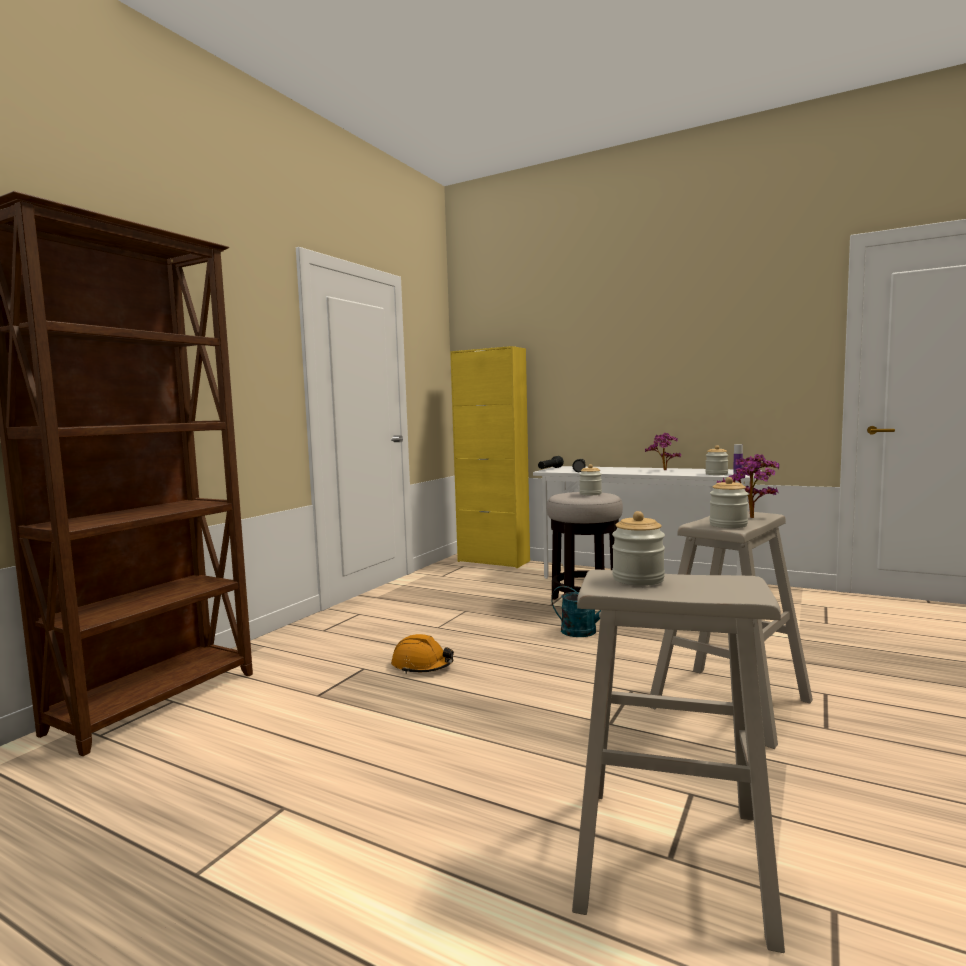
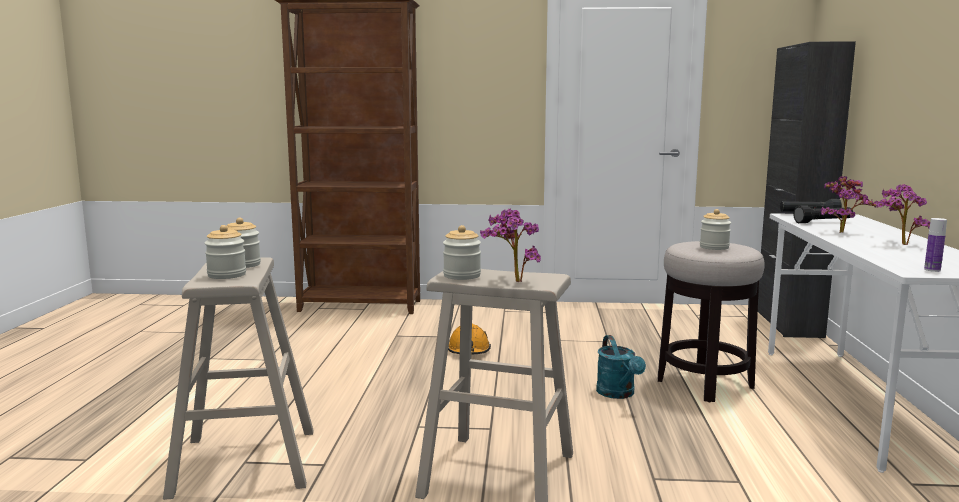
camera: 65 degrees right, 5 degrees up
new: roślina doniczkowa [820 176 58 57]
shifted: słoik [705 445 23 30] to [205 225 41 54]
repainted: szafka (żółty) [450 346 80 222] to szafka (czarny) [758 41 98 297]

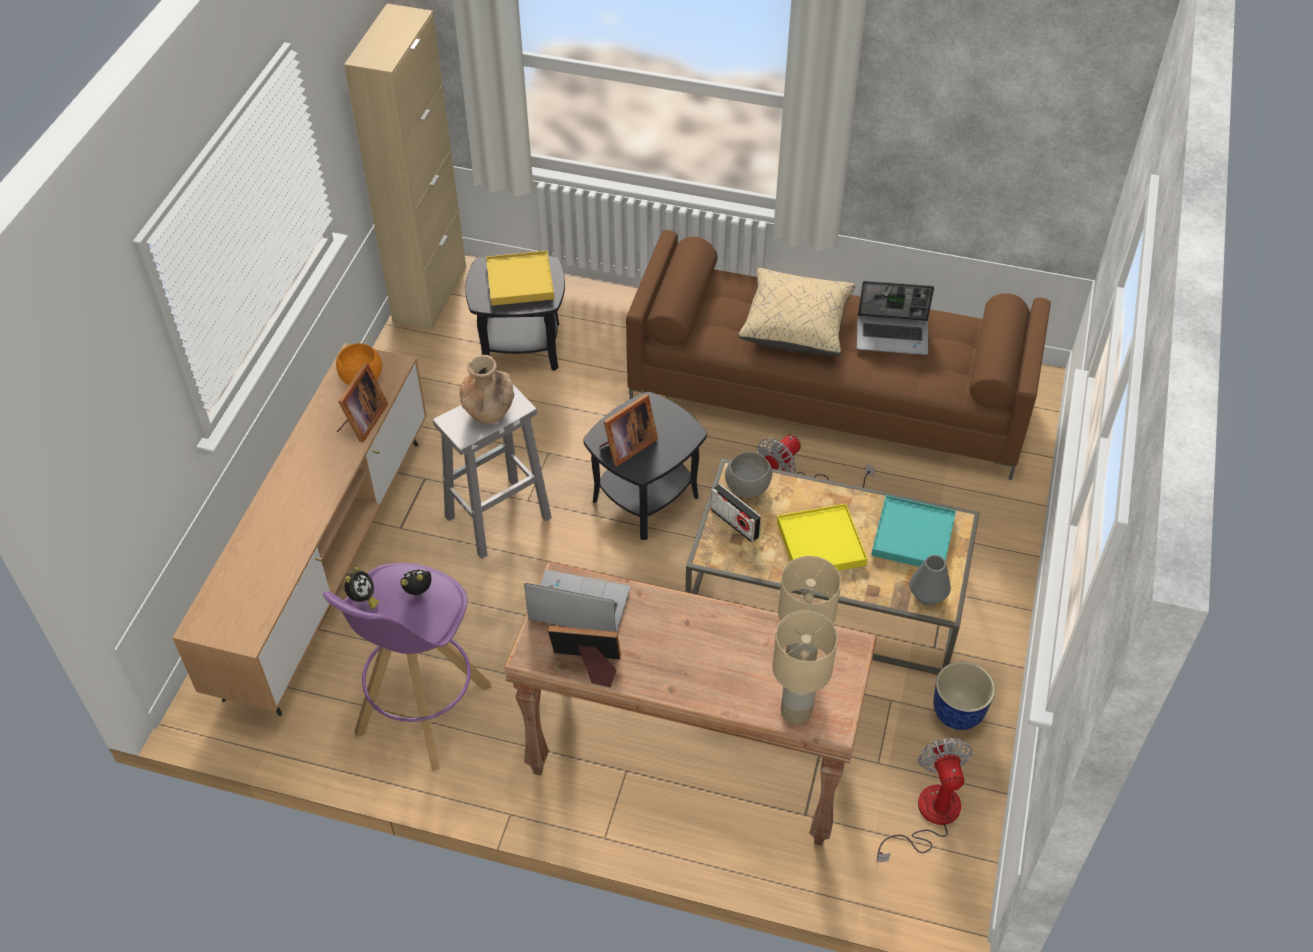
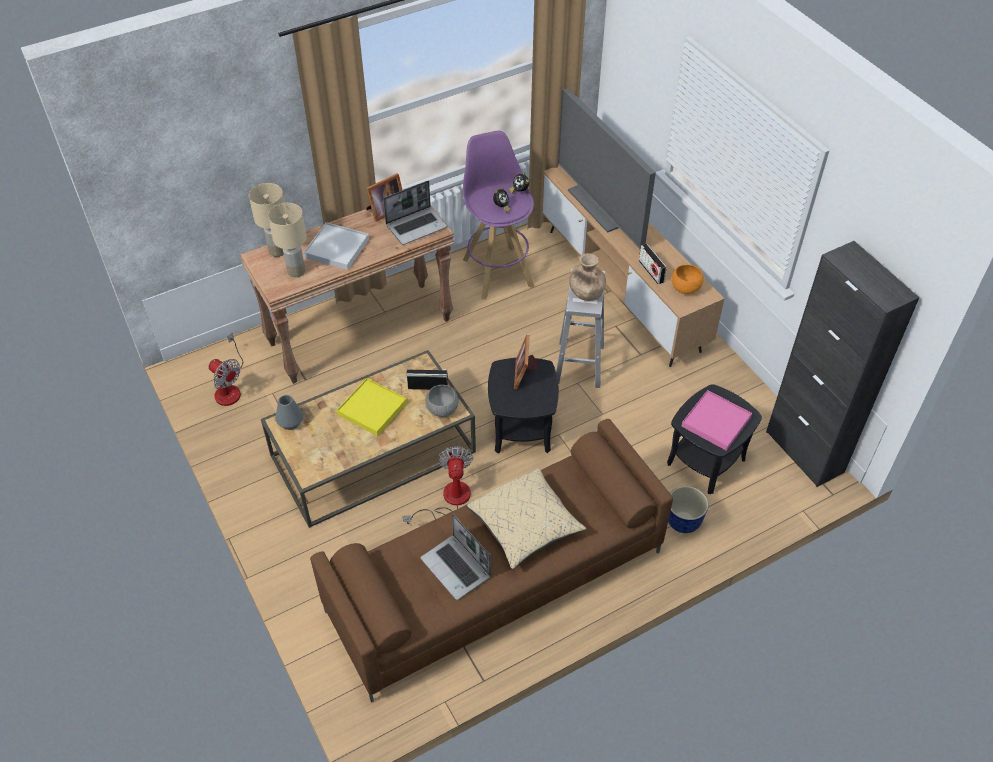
camera: 135 degrees right, 0 degrees up
gone: taca (turkusowy) [871 495 85 72]
new: taca (biały) [304 222 65 48]; telewizor [558 89 98 160]
shifted: donica [934 662 61 68] to [668 486 40 47]
swapped: ramka na zdjęcie [337 363 51 79] to radio [639 244 28 40]
repainted: szafka (beżowy) [344 3 122 327] to szafka (czarny) [766 241 153 246]; taca (żółty) [486 251 68 55] to taca (różowy) [681 390 71 61]
rotated: laptop [856 281 78 74] = [420 513 71 87] 90 degrees counterclockwise

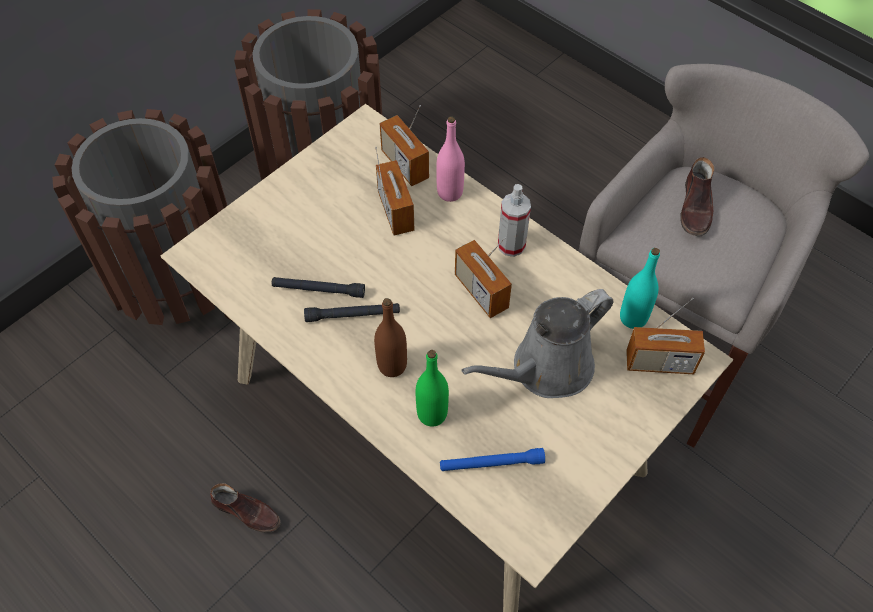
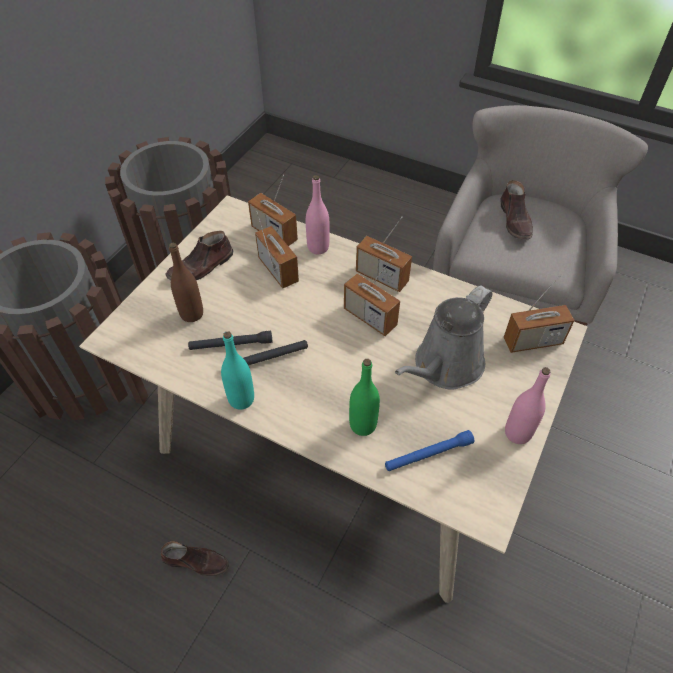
camera: 15 degrees left, 5 degrees down
new: but (brązowy) [165 231 68 49]; butelka (różowy) [505 367 45 77]
shifted: butelka (brązowy) [374 298 33 79] to [169 243 34 79]; butelka (turkusowy) [620 248 40 81] to [221 331 33 79]
swapped: spryskiwacz [498 184 33 73] to radio [356 217 56 75]

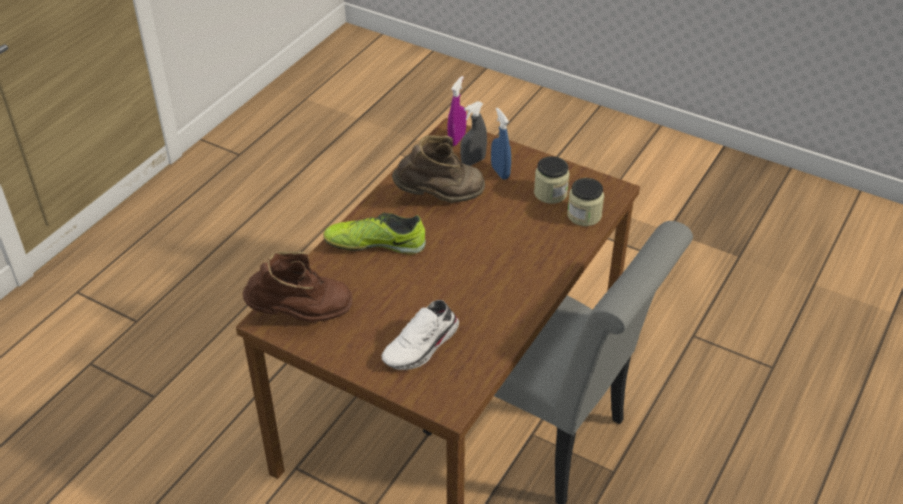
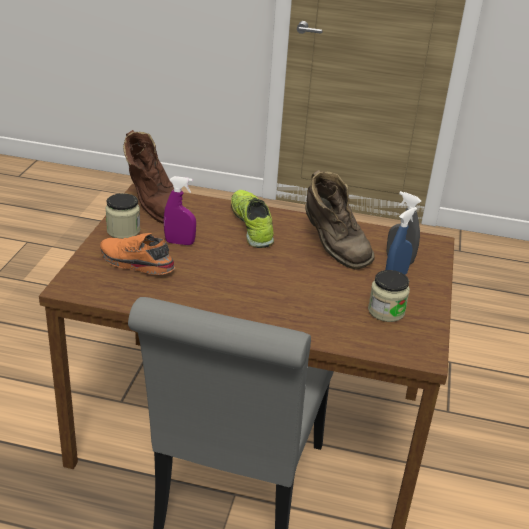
camera: 70 degrees right, 10 degrees down
shifted: spryskiwacz (fioletowy) [448 76 18 70] to [164 176 32 69]; słoik [567 178 37 48] to [105 193 35 46]
repainted: but (biały) [382 300 77 70] to but (pomarańczowy) [100 233 75 42]

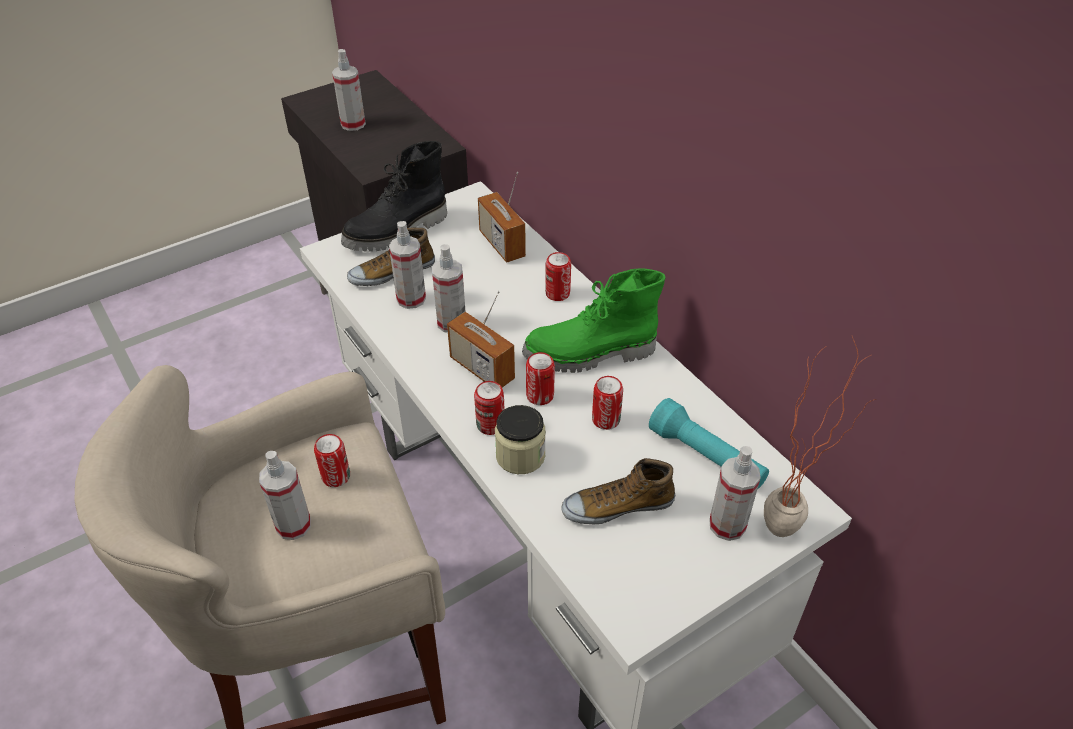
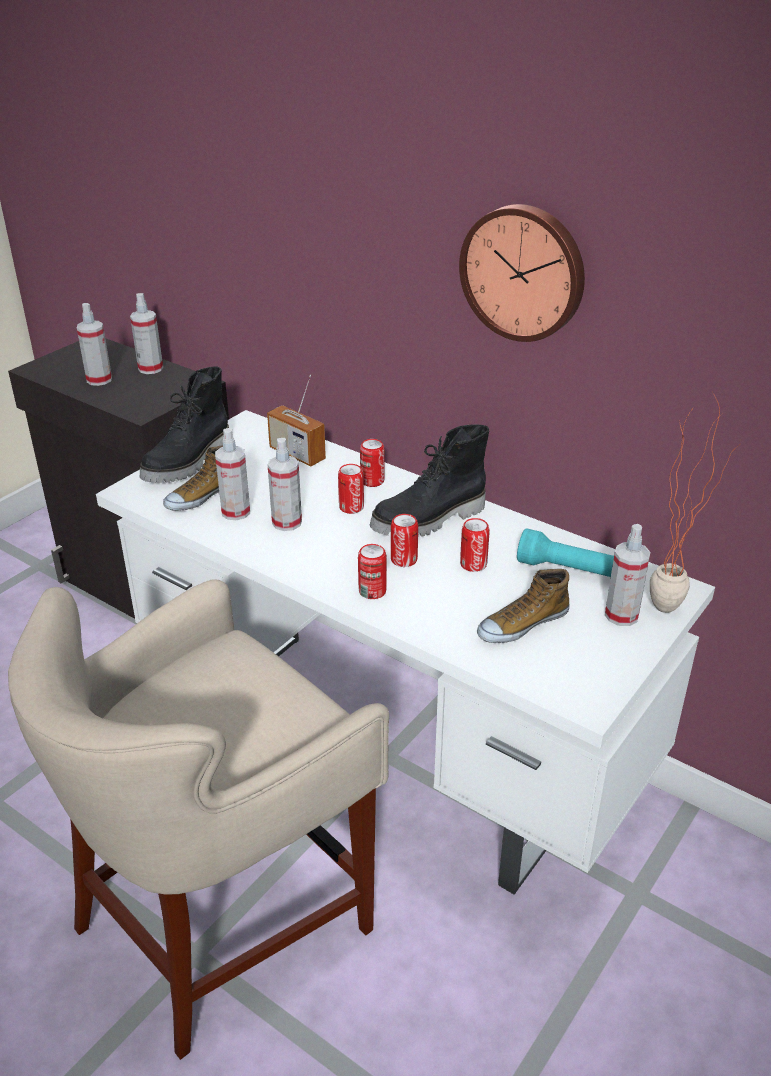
camera: 20 degrees left, 10 degrees down
gone: radio [447 291 68 96]; słoik [495 405 51 69]
new: zegar ścienny [459 204 126 138]
shifted: spryskiwacz [259 451 52 89] to [130 293 33 81]; puszka [314 434 36 53] to [338 464 26 50]
repainted: but z cholewką (zielony) [522 268 144 105] to but z cholewką (czarny) [370 425 119 112]

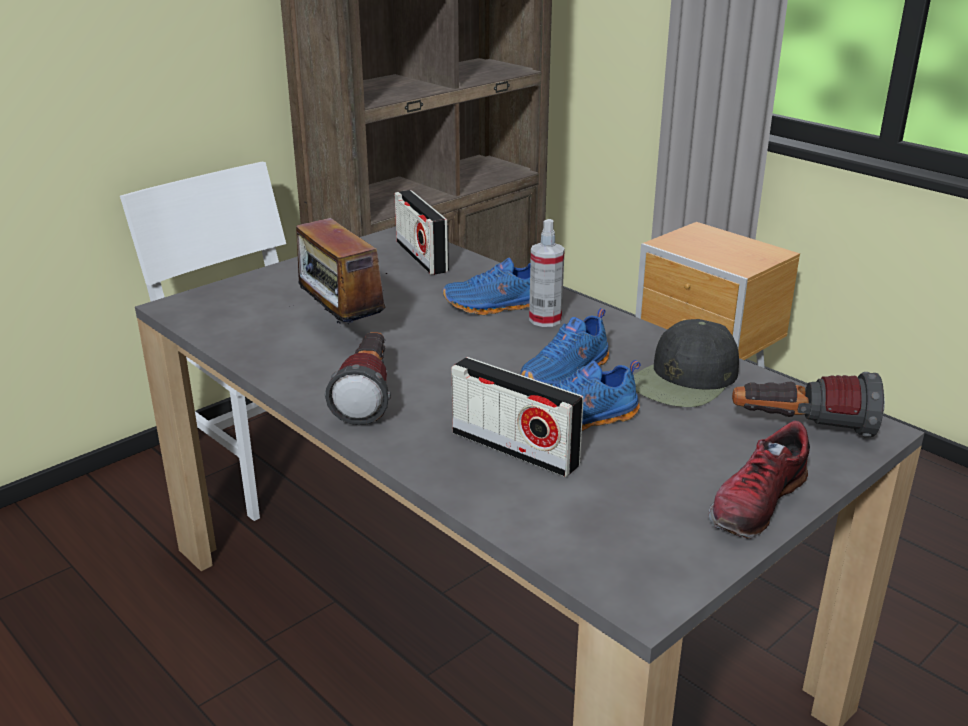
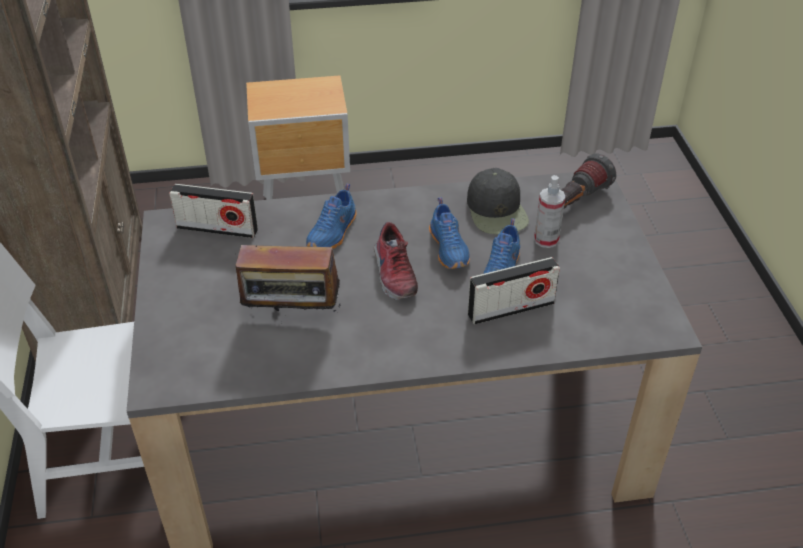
camera: 55 degrees left, 15 degrees up
gone: latarka [325 332 66 93]
shifted: spryskiwacz [529 219 36 108] to [534 175 31 73]; but [709 420 101 119] to [374 222 44 78]

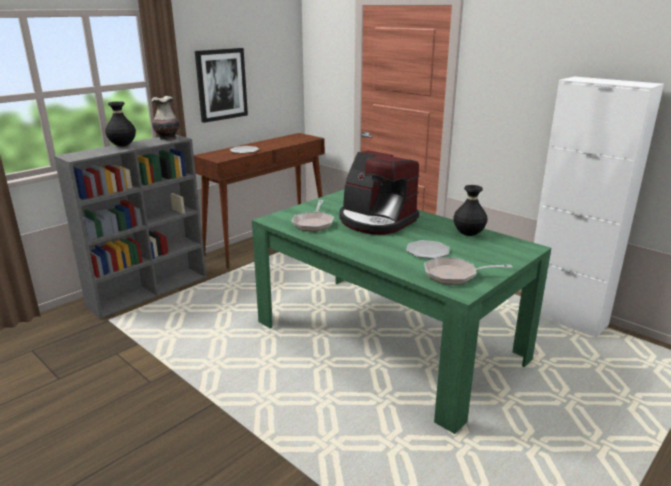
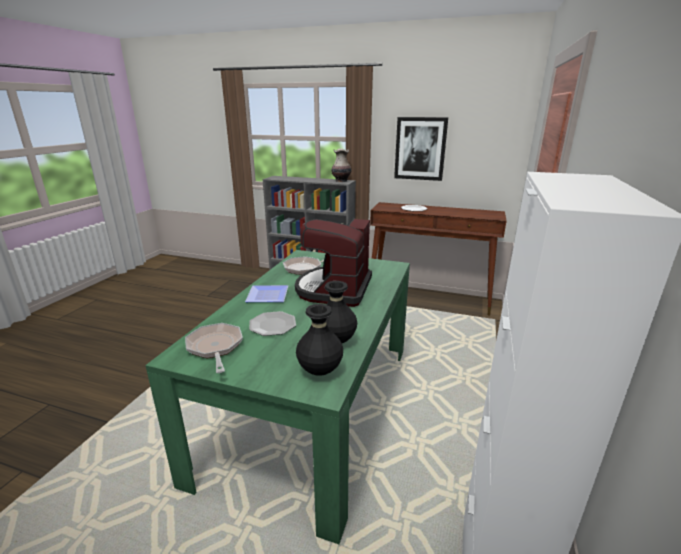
camera: 65 degrees right, 0 degrees up
new: talerz [245 285 43 17]
shifted: wazon (czarny) [105 101 31 46] to [296 304 47 72]

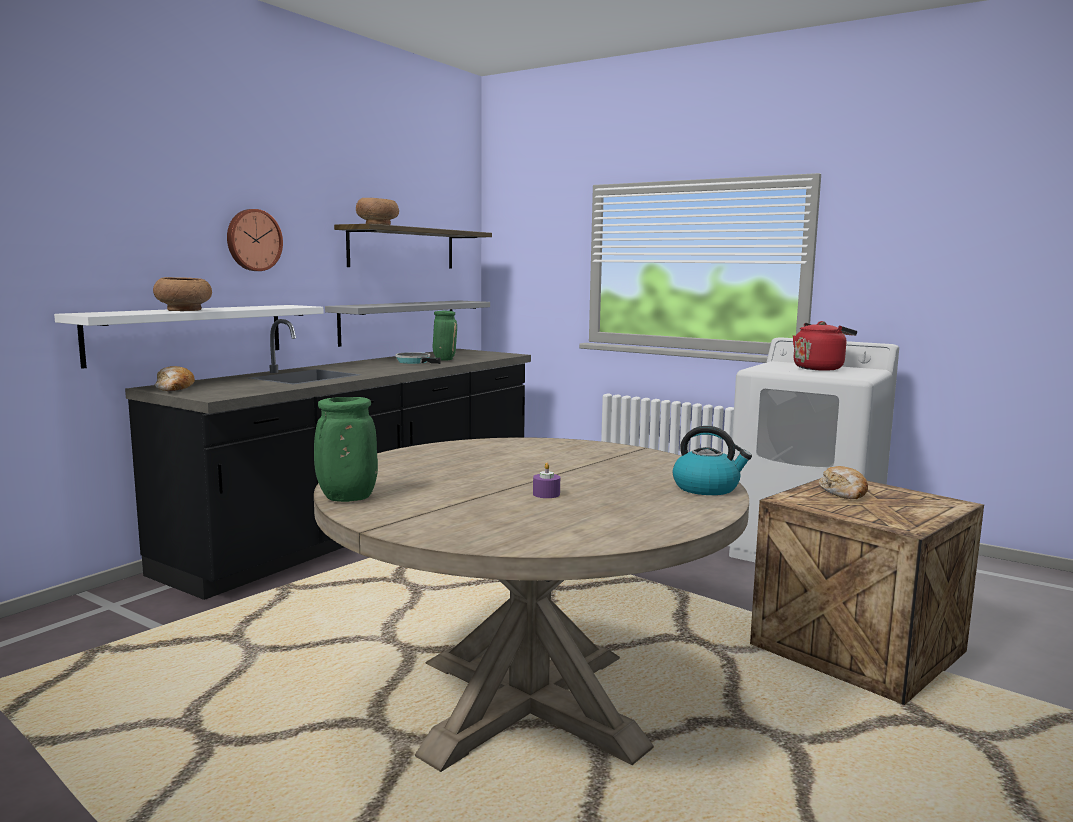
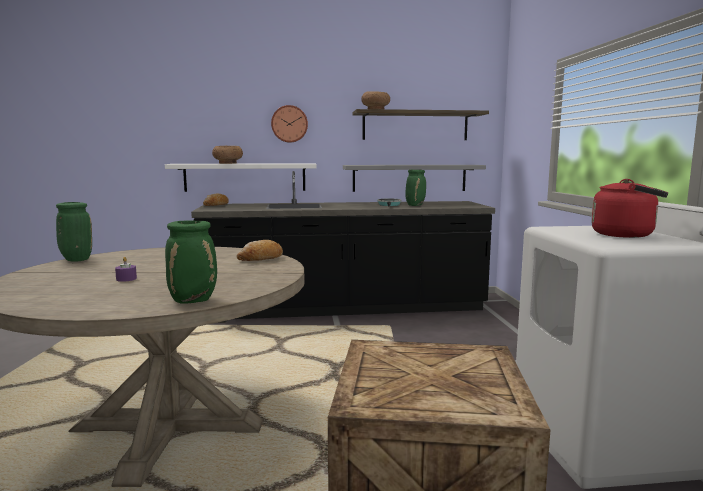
camera: 50 degrees right, 0 degrees up
shifted: chleb [819 466 49 33] to [237 240 46 21]
swapped: czajnik [673 426 79 69] to wazon (zielony) [165 221 52 83]

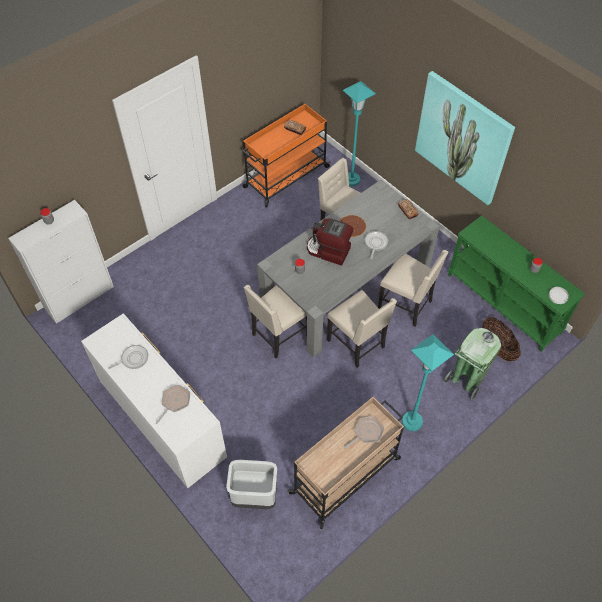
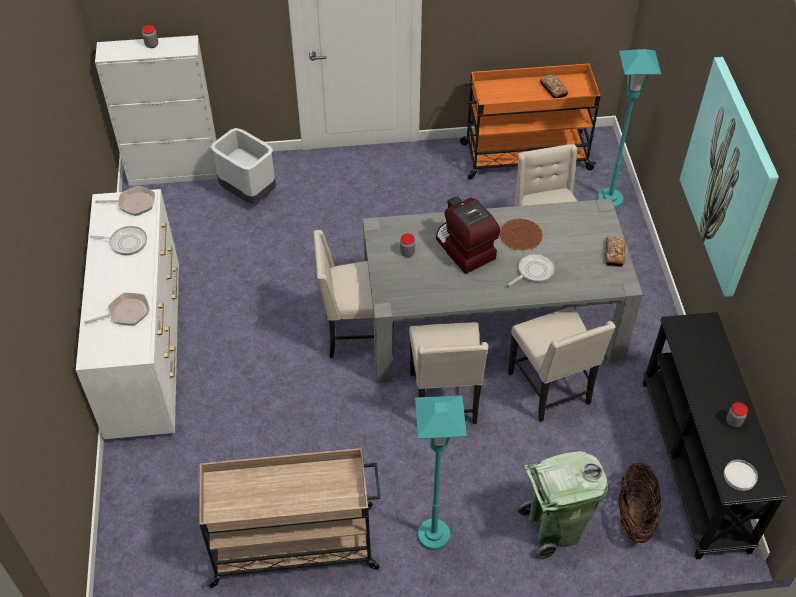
camera: 35 degrees right, 5 degrees down
shifted: kosz na śmieci (szary) [226 460 51 49] to [211 128 65 76]; patelnia [344 417 40 32] to [95 186 60 30]
repainted: stolik konsolowy (zielony) [448 216 137 136] to stolik konsolowy (czarny) [643 312 144 247]

